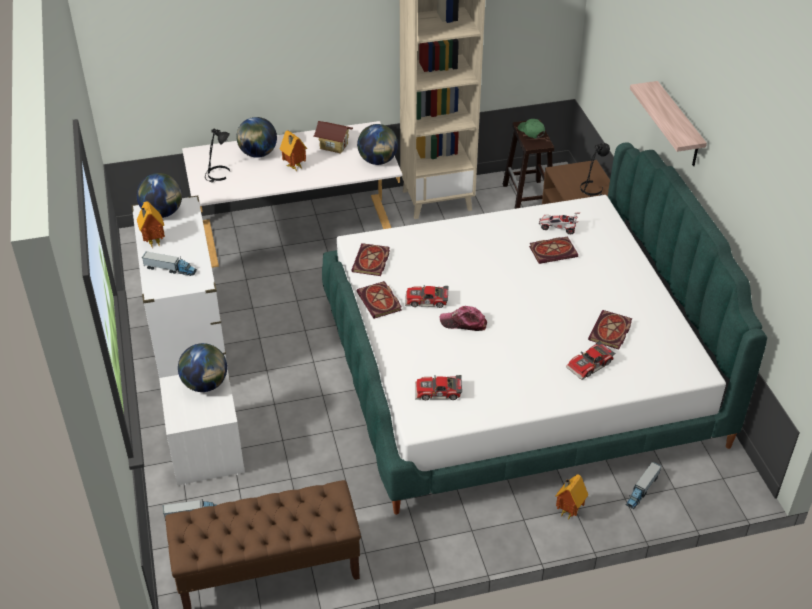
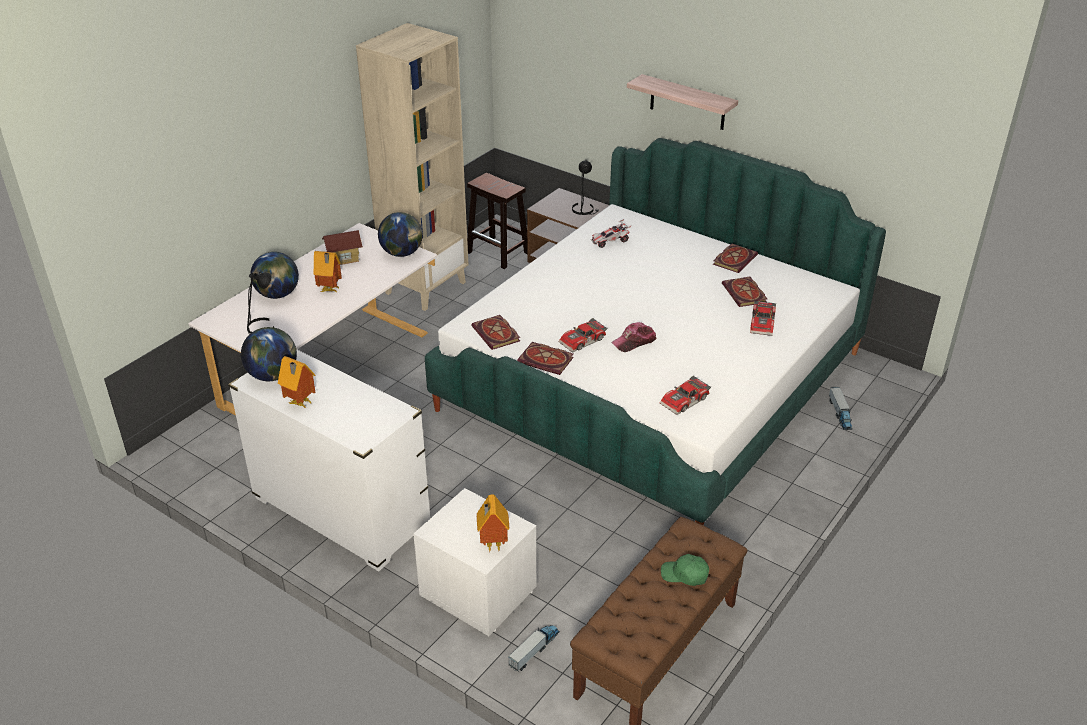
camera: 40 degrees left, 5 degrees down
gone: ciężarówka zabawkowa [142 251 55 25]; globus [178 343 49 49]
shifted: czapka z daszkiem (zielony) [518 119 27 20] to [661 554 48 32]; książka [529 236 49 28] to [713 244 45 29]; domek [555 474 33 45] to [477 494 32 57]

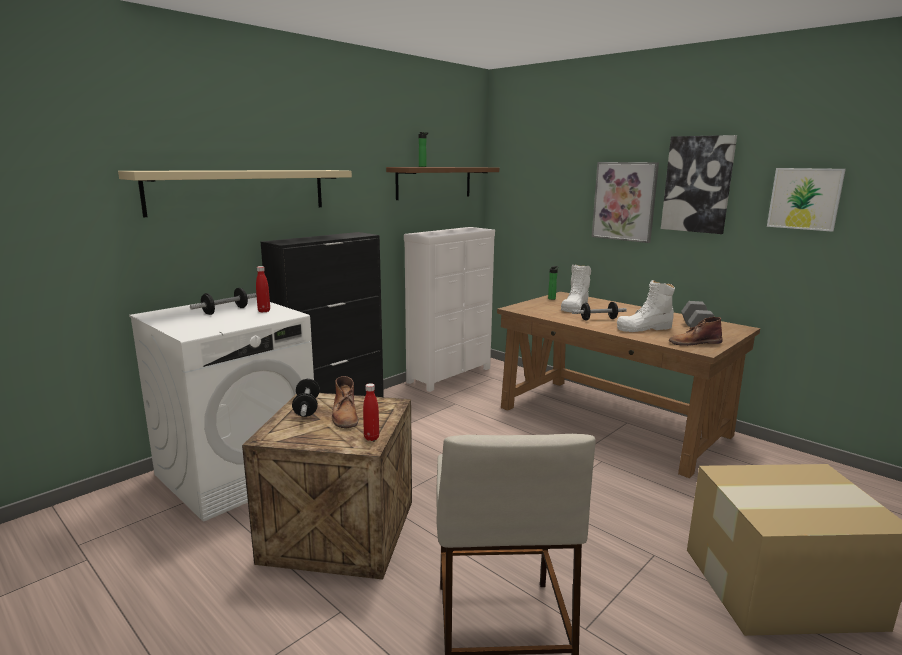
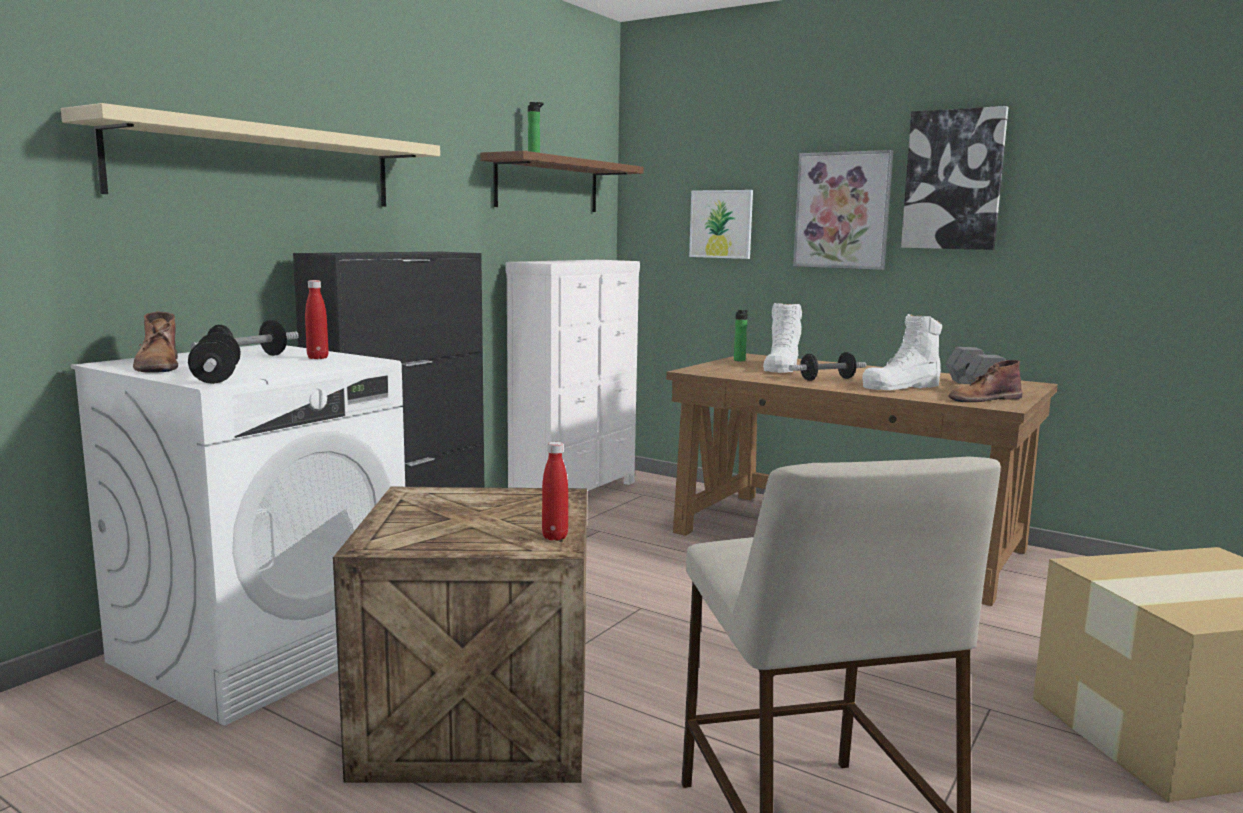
camera: 10 degrees left, 5 degrees down
shifted: hantel [292 379 28 38] to [188 332 53 52]; but z cholewką (brązowy) [332 376 27 52] to [133 311 45 62]; obraz [767 168 79 64] to [689 190 64 69]

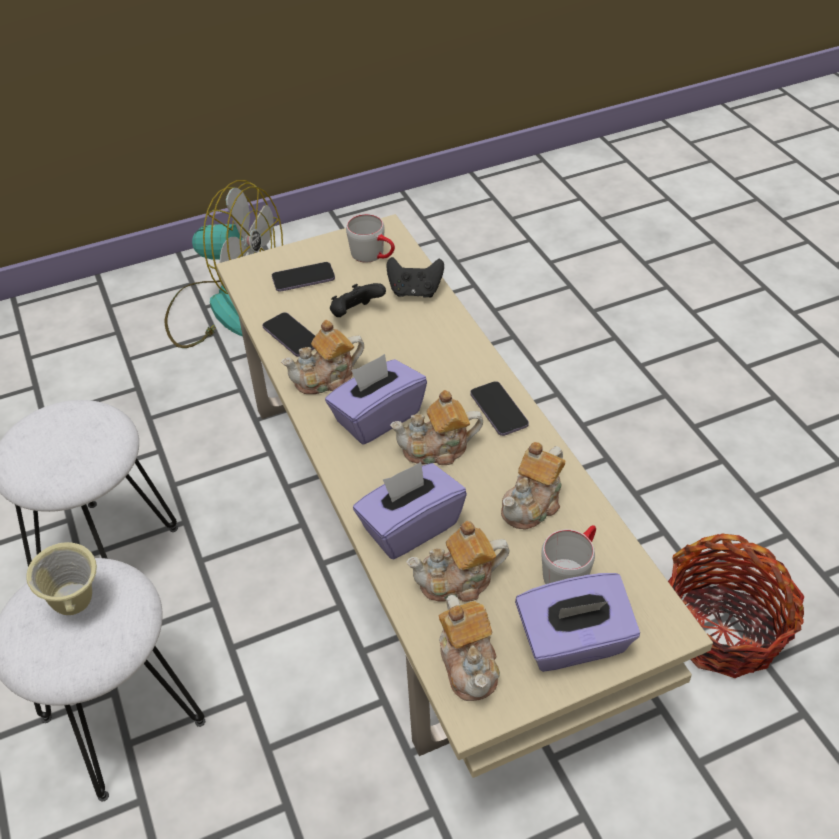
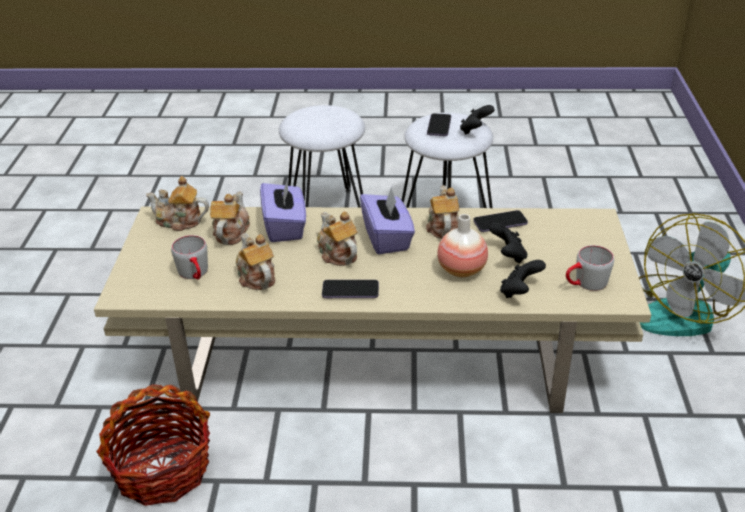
camera: 115 degrees right, 10 degrees down
gone: kubek (beżowy) [26 542 71 73]; pudełko chusteczek (fioletowy) [515 573 125 99]
new: wazon [437 214 51 63]; pad do gier (czarny) [460 105 35 30]
shifted: telefon [272 262 63 30] to [427 113 24 23]
rotated: imbryk [390 390 93 75] = [317 211 41 55] 45 degrees counterclockwise

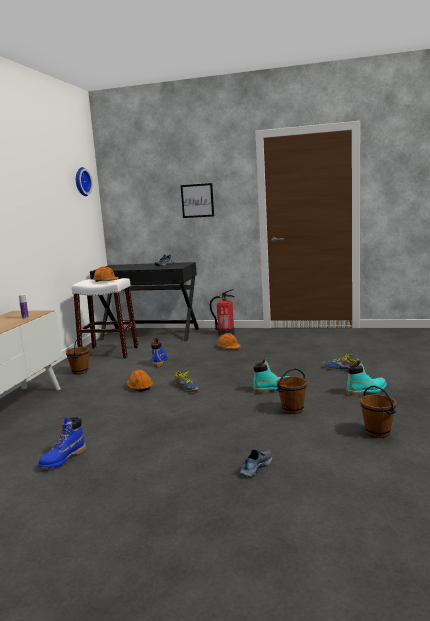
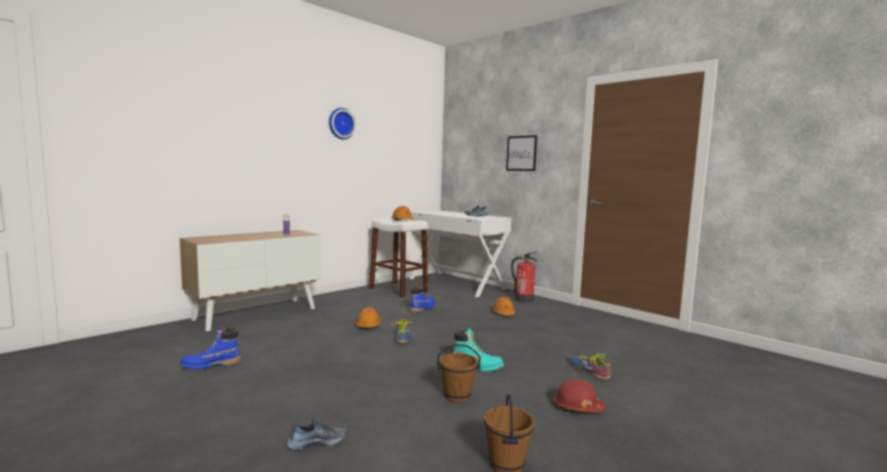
camera: 30 degrees right, 5 degrees down
gone: wiadro (brązowy) [66 340 23 35]
shifted: zegar ścienny [76 167 16 29] to [329 108 27 31]
swapped: but z cholewką (turkusowy) [346 360 41 36] to kask (czerwony) [554 379 52 34]
repainted: biurko (czarny) [90 262 109 79] to biurko (biały) [410 210 102 87]

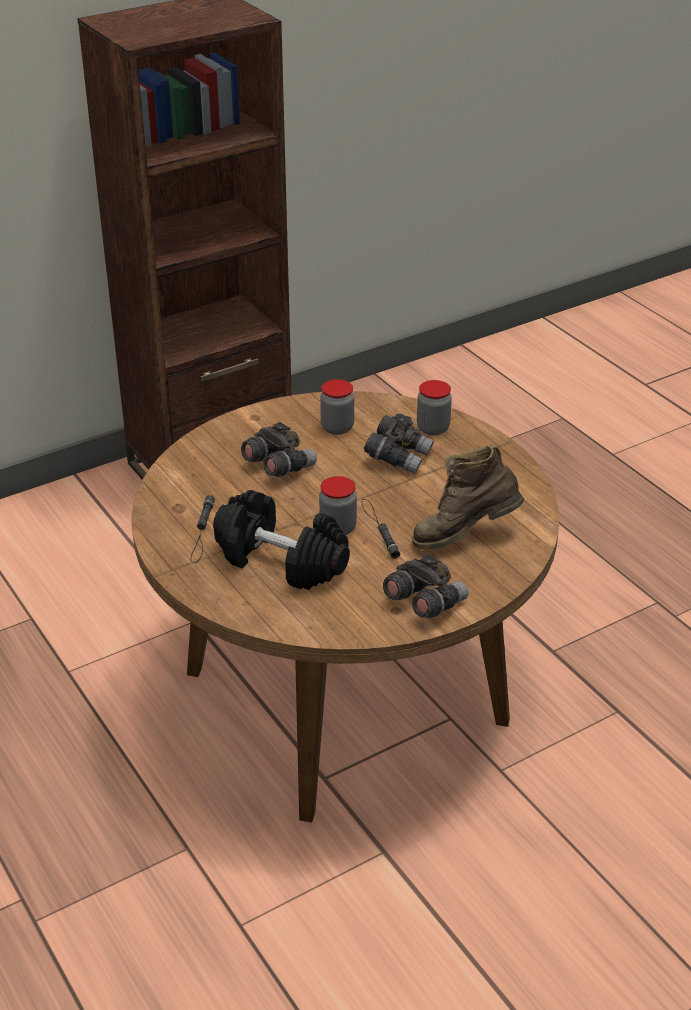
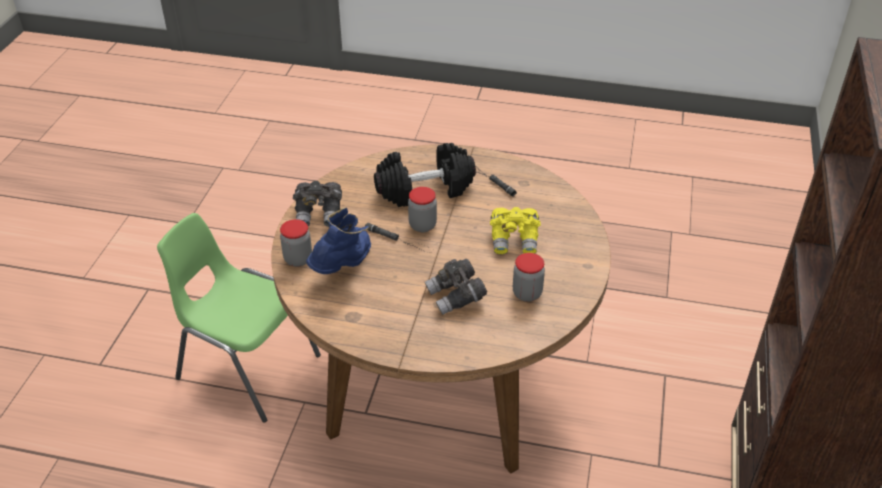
camera: 135 degrees right, 5 degrees up
new: krzesło (zielony) [157 213 164 210]
shifted: słoik [417 380 35 55] to [280 219 32 48]
repainted: lornetka (szary) [241 422 76 55] to lornetka (żółty) [490 207 51 48]; but z cholewką (brązowy) [412 445 112 104] to but z cholewką (niebieski) [306 208 65 66]

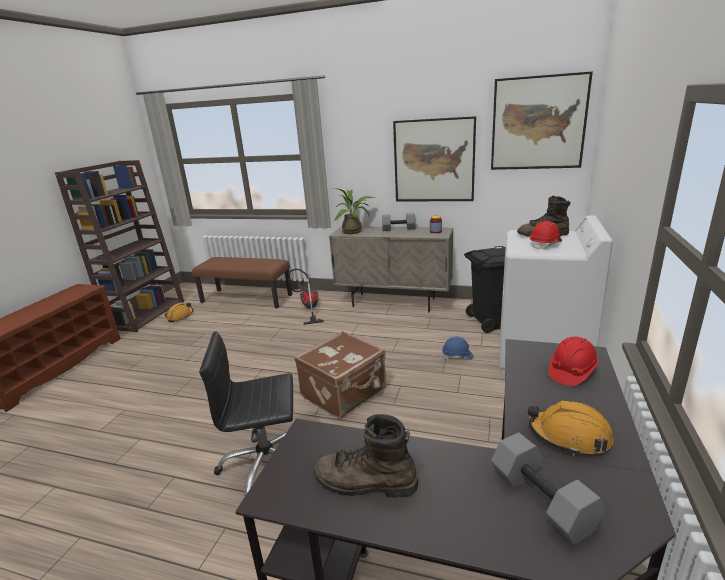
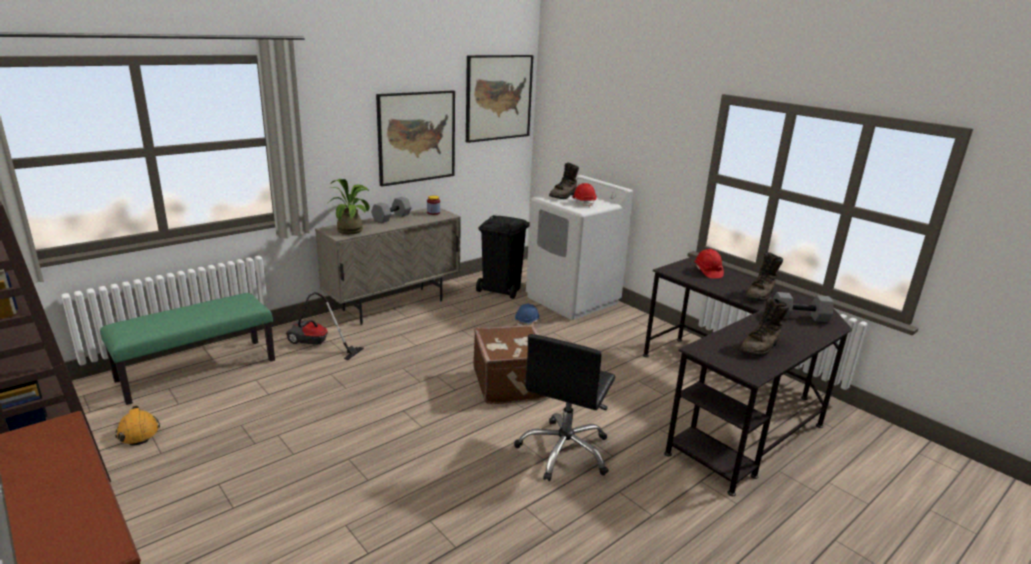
camera: 60 degrees left, 0 degrees up
swapped: kask (pomarańczowy) [528 400 85 56] to but z cholewką (brązowy) [745 252 38 50]
repainted: ławka (brązowy) [192 257 100 51] to ławka (zielony) [100 293 175 112]

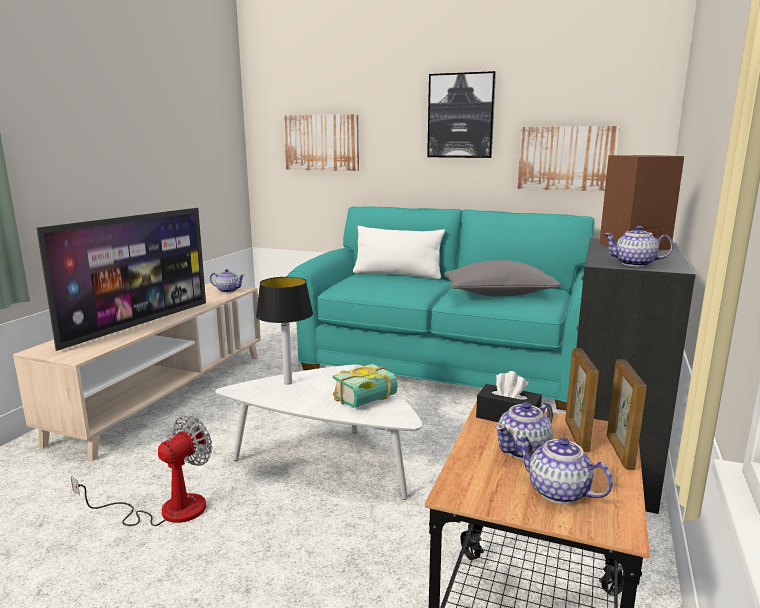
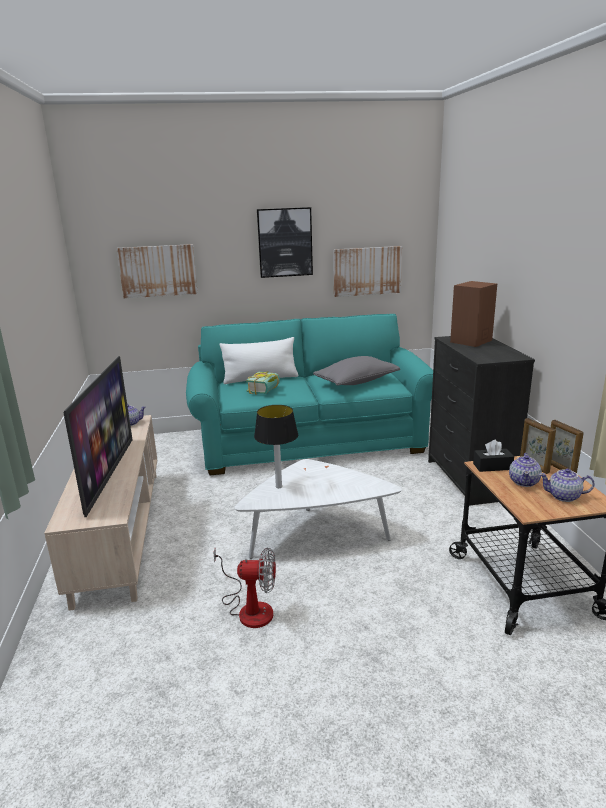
camera: 30 degrees left, 5 degrees up
gone: imbryk [604 226 69 41]
shifted: książka [332 364 66 44] to [246 371 34 24]
rotated: wentylator [71 416 141 110] = [213 547 63 81] 90 degrees clockwise

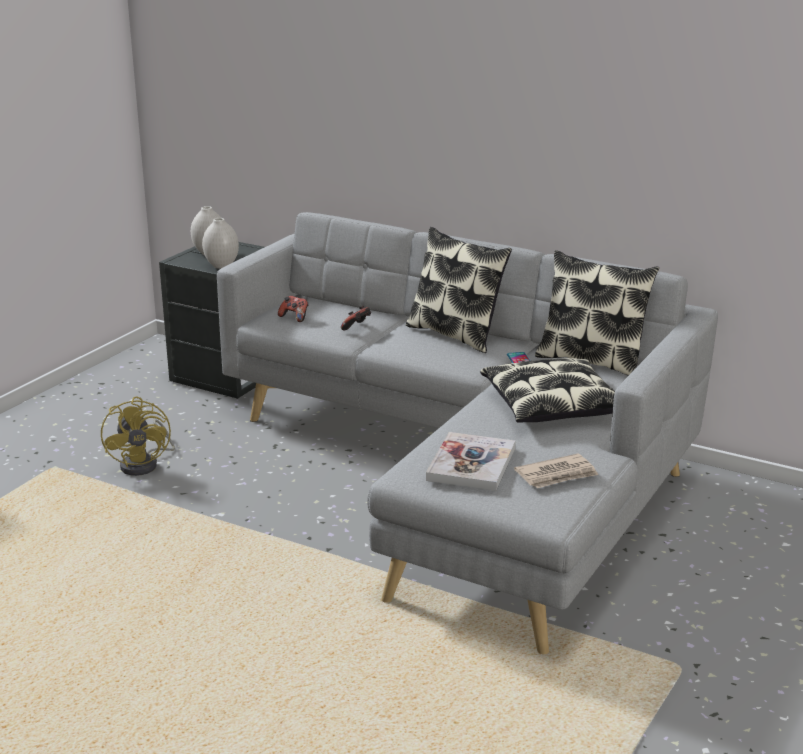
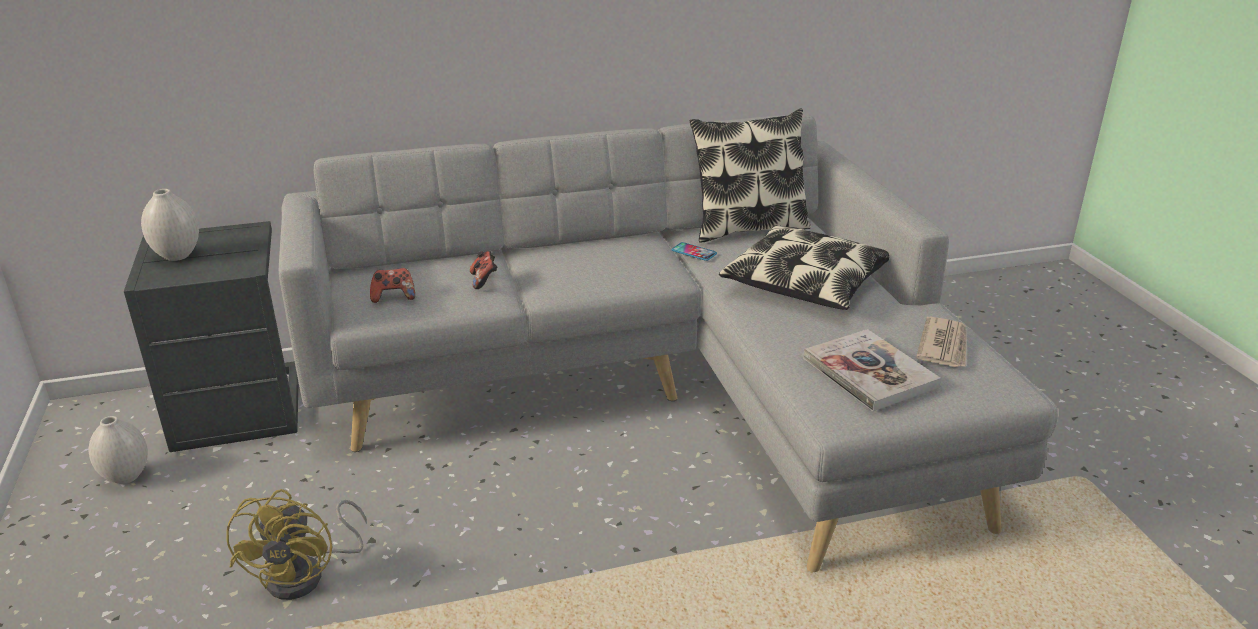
camera: 45 degrees left, 5 degrees up
gone: poduszka [406 227 106 126]
shifted: wazon (biały) [202 218 37 51] to [89 416 59 68]
rotated: wentylator (żółty) [101 396 74 80] = [226 489 141 111] 60 degrees clockwise

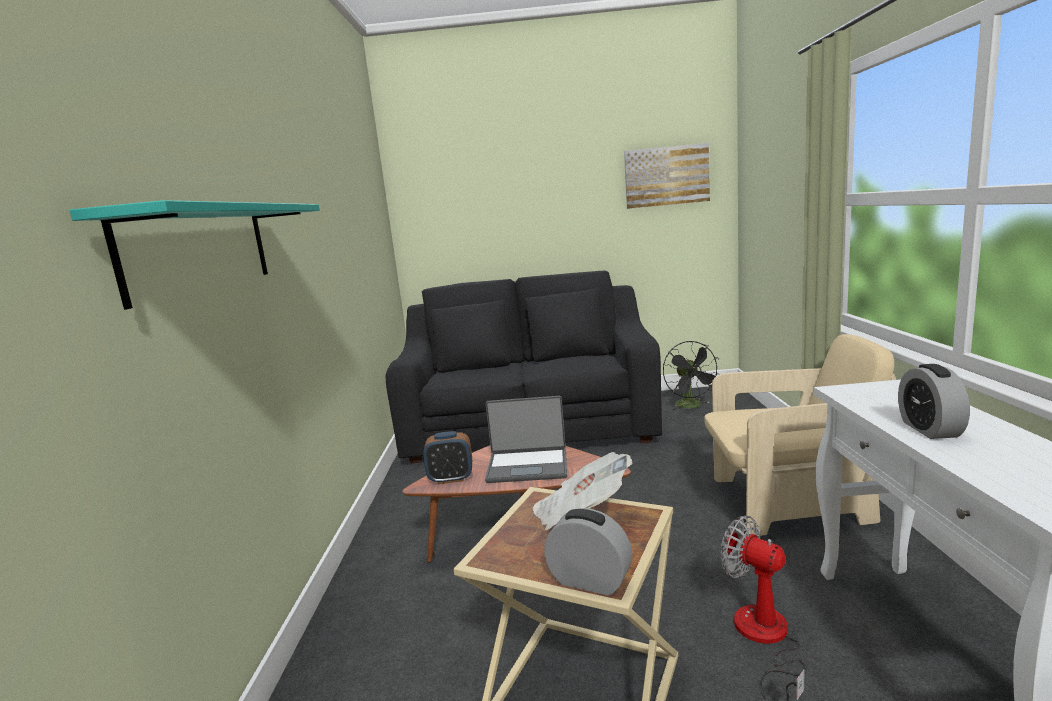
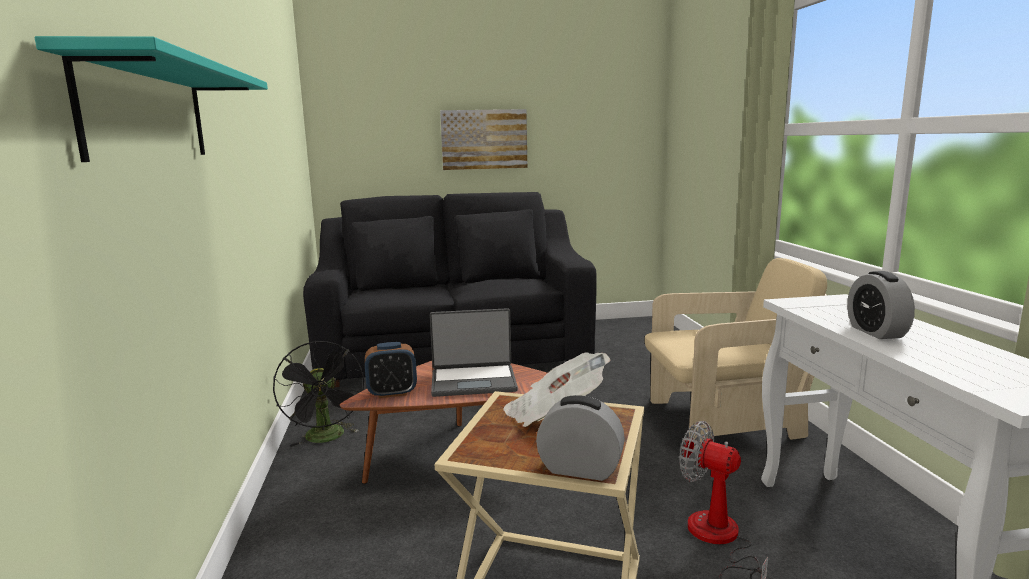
camera: 10 degrees left, 0 degrees up
shifted: obraz [624 143 86 66] to [440 109 87 61]; wentylator (czarny) [663 341 57 70] to [273 341 91 106]

